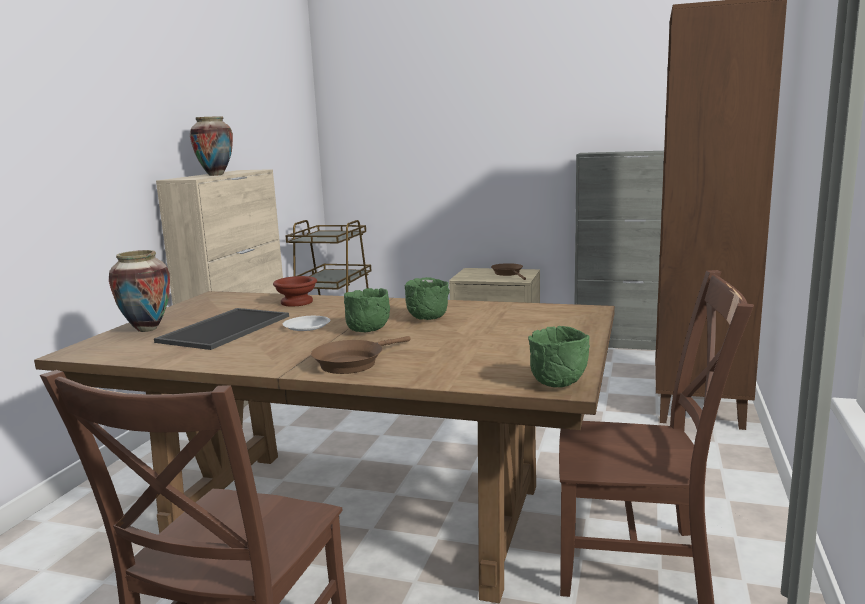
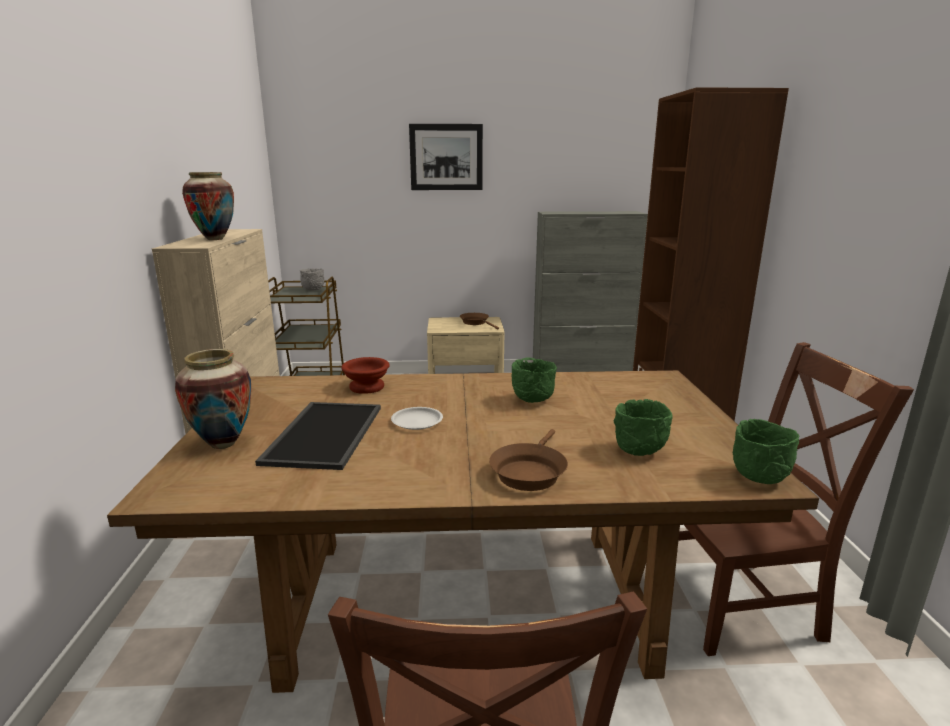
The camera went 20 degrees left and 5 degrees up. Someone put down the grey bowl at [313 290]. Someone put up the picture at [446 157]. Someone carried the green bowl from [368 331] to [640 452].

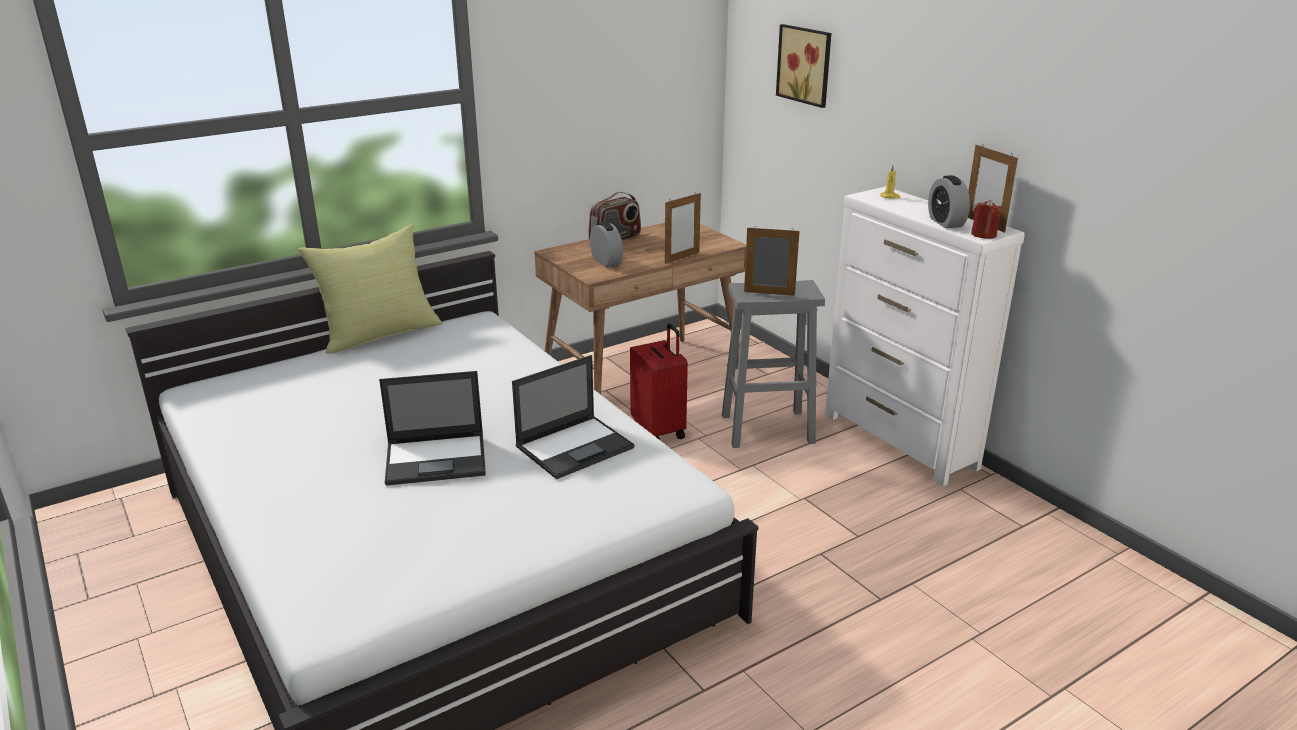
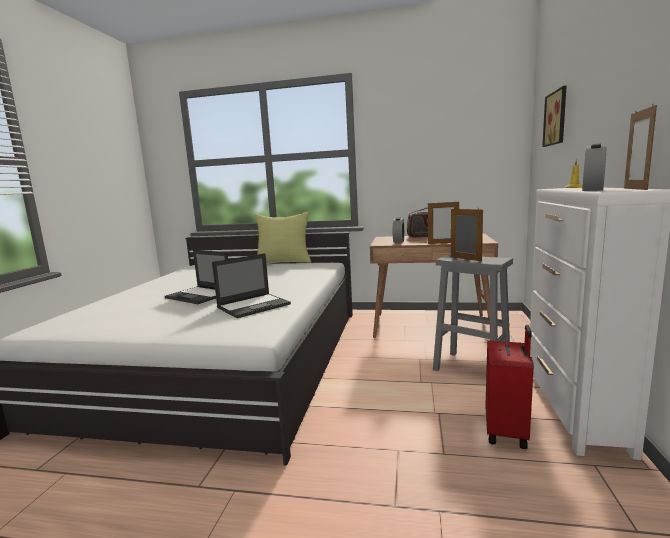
The camera went 45 degrees right and 15 degrees down. Someone rotated the laptop at [575 446] by 45 degrees counterclockwise. Someone carried the red suitcase from [659 430] to [507 432]. Someone took away the red candle at [983 235].

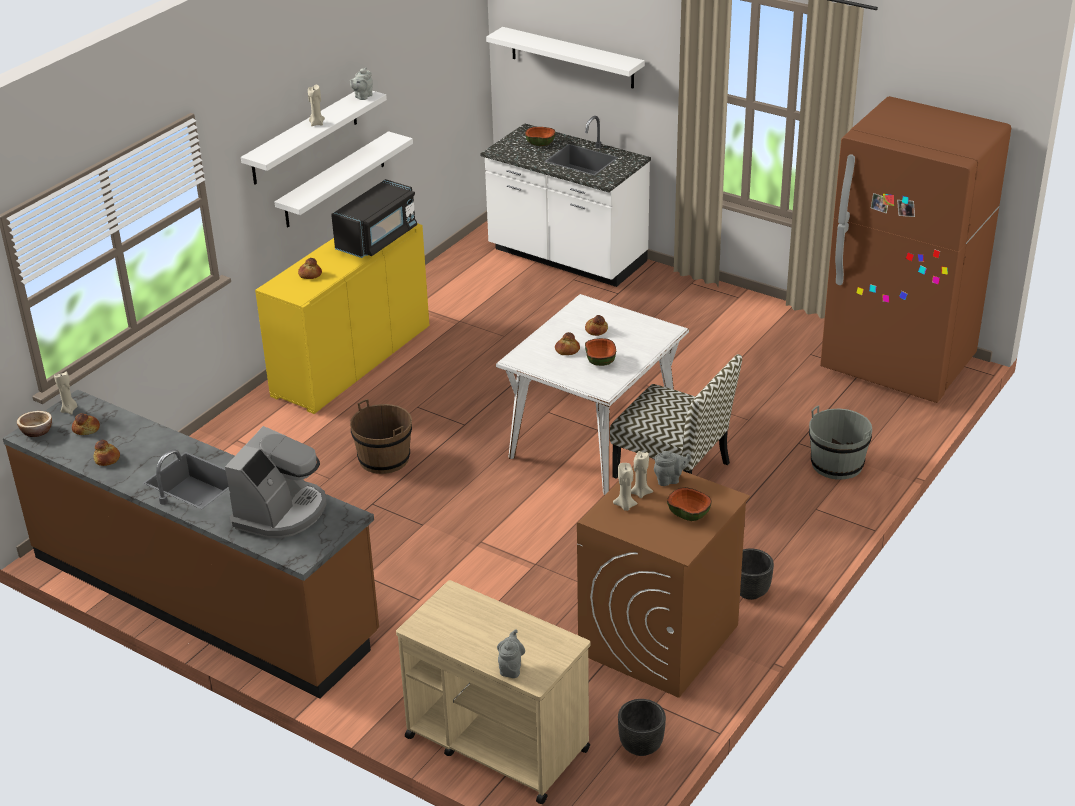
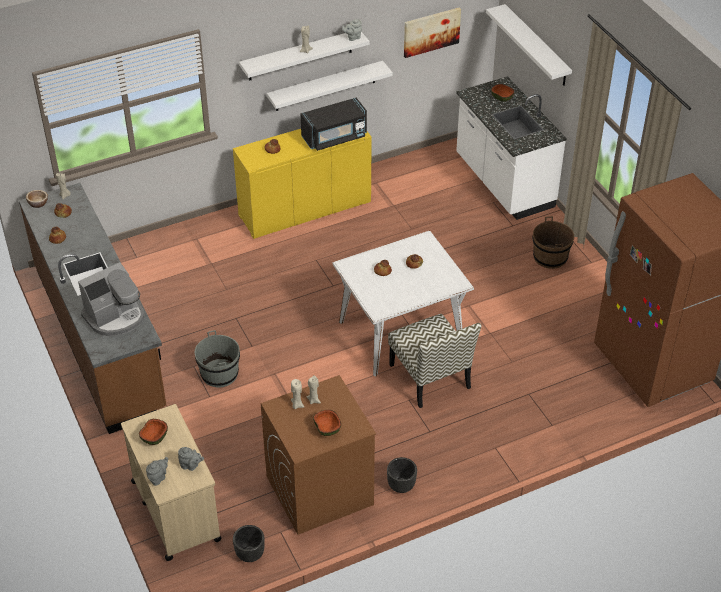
The camera went 30 degrees right and 10 degrees up. Someone carried the bowl from [600 361] to [154 437]. Someone carried the grey teapot from [670 480] to [191 466]. Someone carried the grey bucket from [837 464] to [219 374]. Someone put up the picture at [431 31]. Someone carried the brown bucket from [384 459] to [550 257].

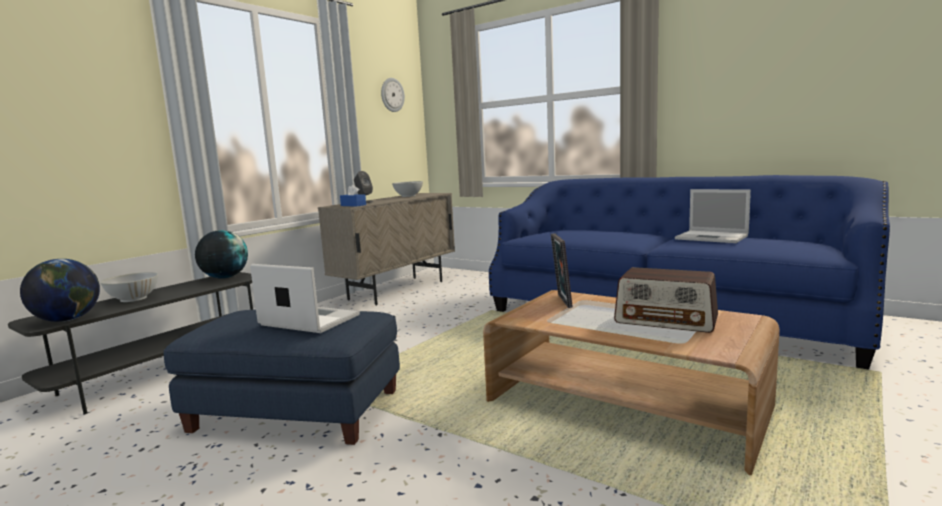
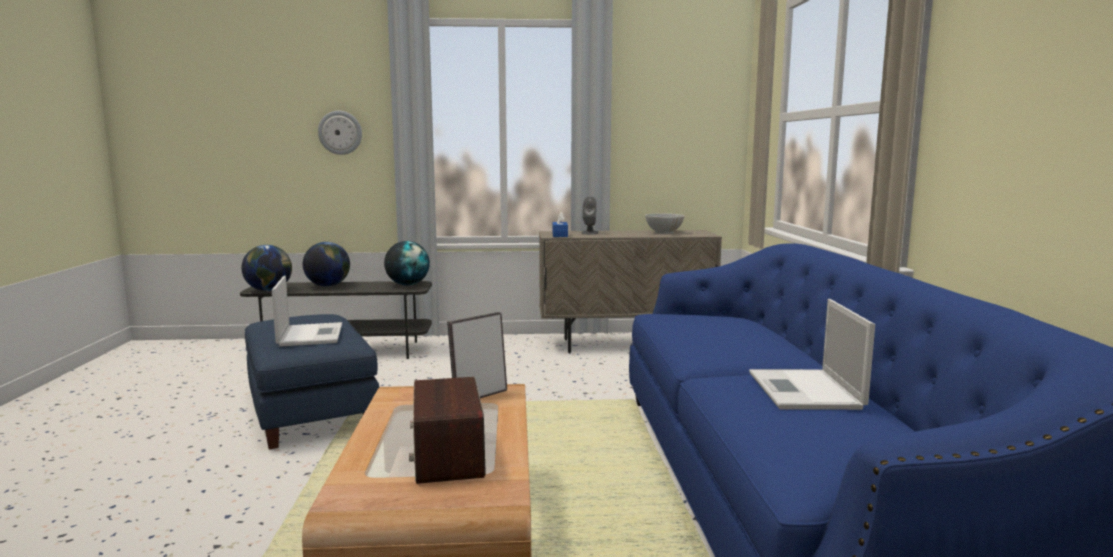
The camera went 50 degrees right and 0 degrees up. Someone swapped the white bowl at [133 299] for the globe at [328 286]. Someone carried the wall clock from [392 95] to [340 132].

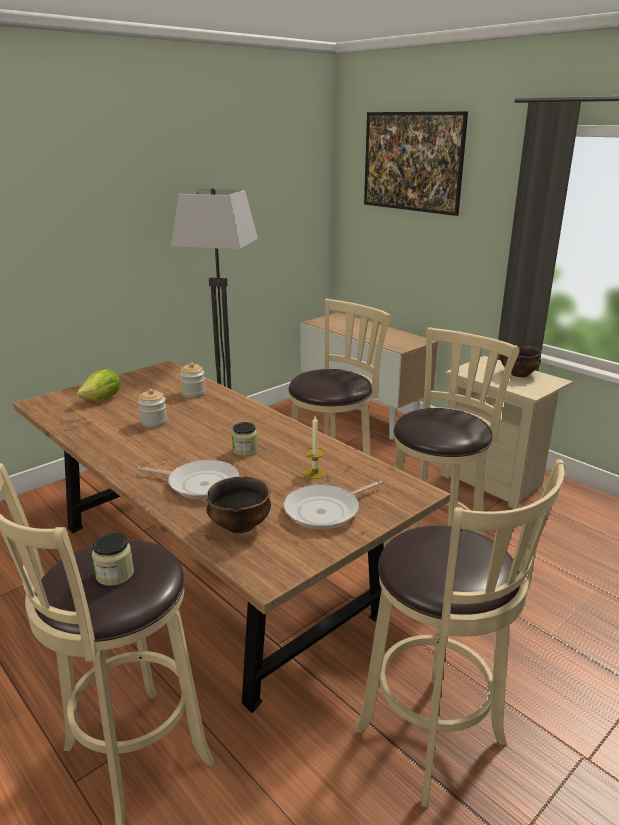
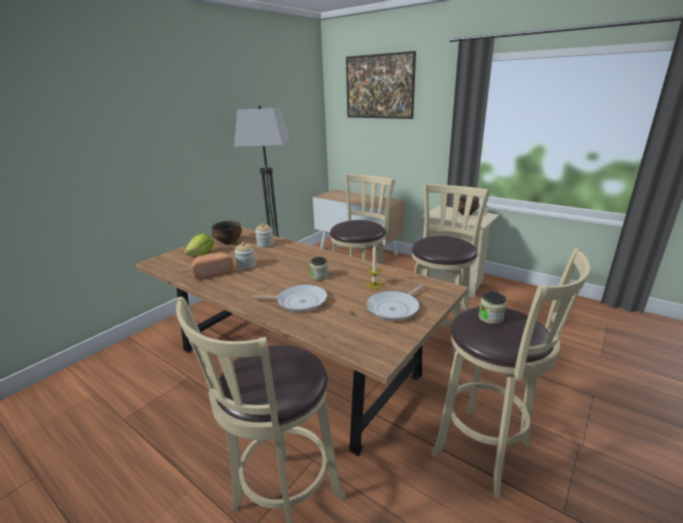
The camera went 10 degrees left and 0 degrees up. Someone put down the bread at [213 273]. Someone carried the bowl from [240 526] to [228 242]. Someone carried the jar from [115 574] to [490 318].

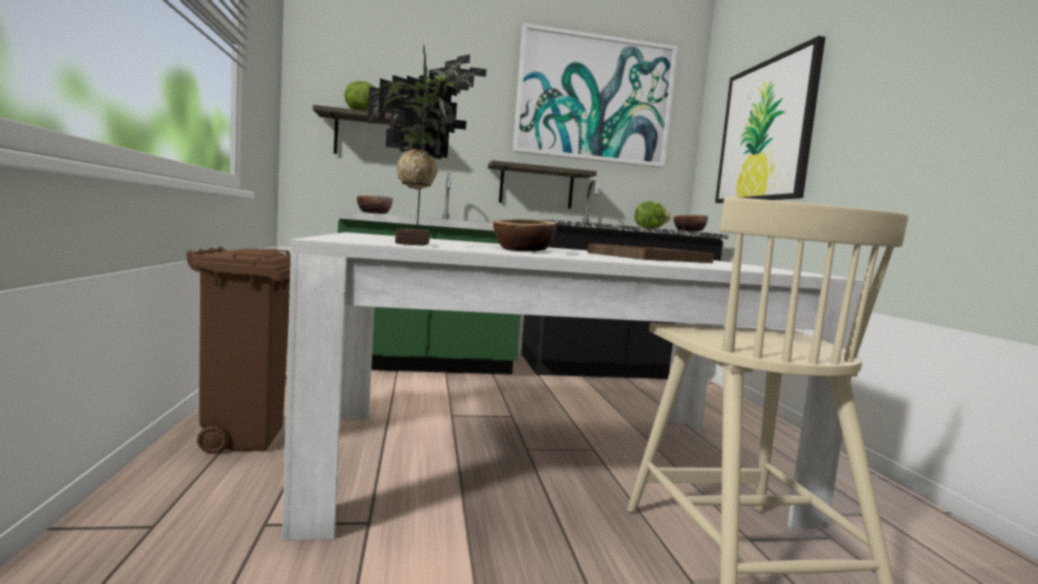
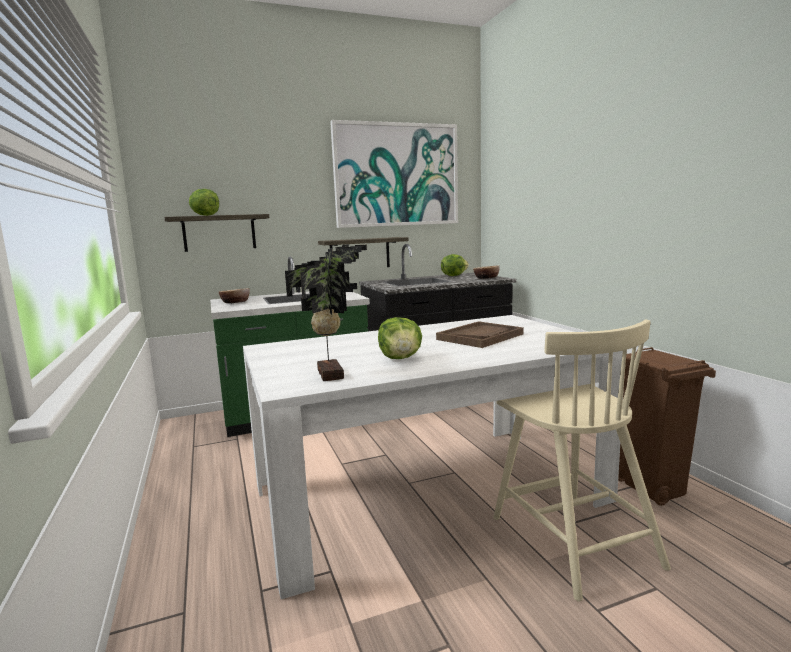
The camera went 10 degrees left and 5 degrees up. Someone swapped the bowl at [522 250] for the lettuce at [401 358]. Someone carried the brown trash can from [245 438] to [650 489]. Someone took away the picture at [765 131].

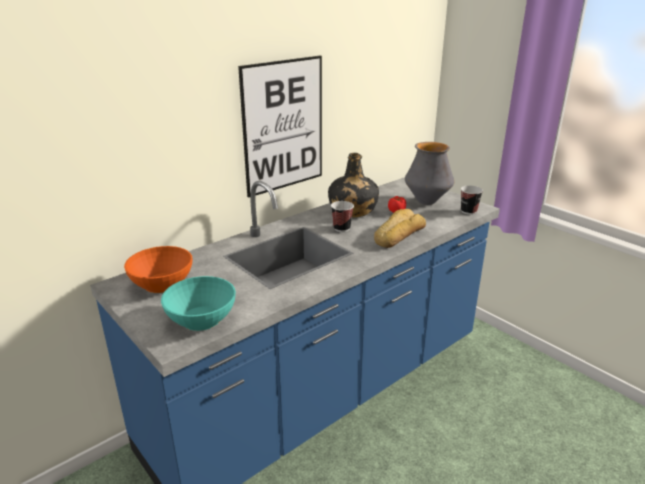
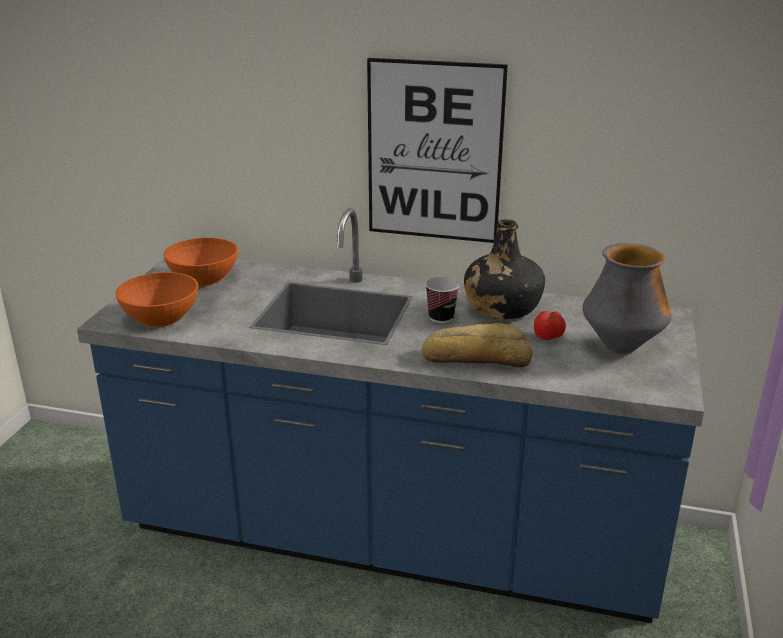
The camera went 55 degrees right and 0 degrees up. Someone repainted the turquoise bowl at [201 319], which became the orange bowl at [160 317]. Someone took away the cup at [468 211].

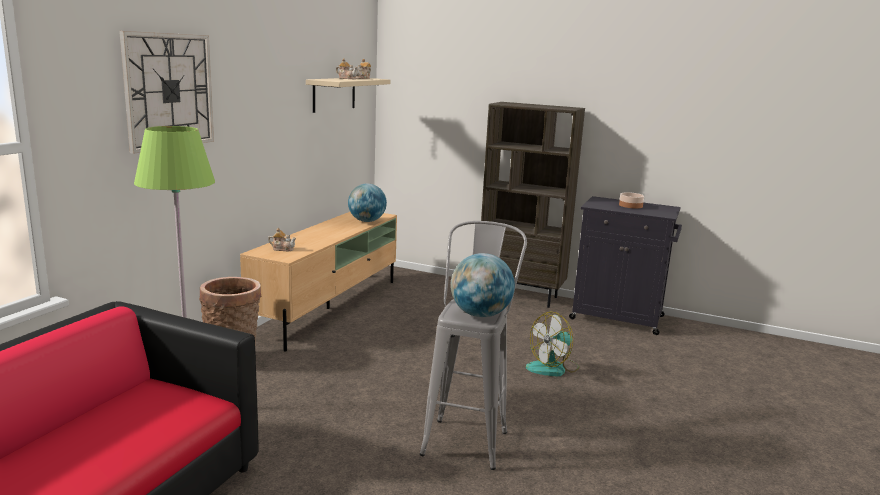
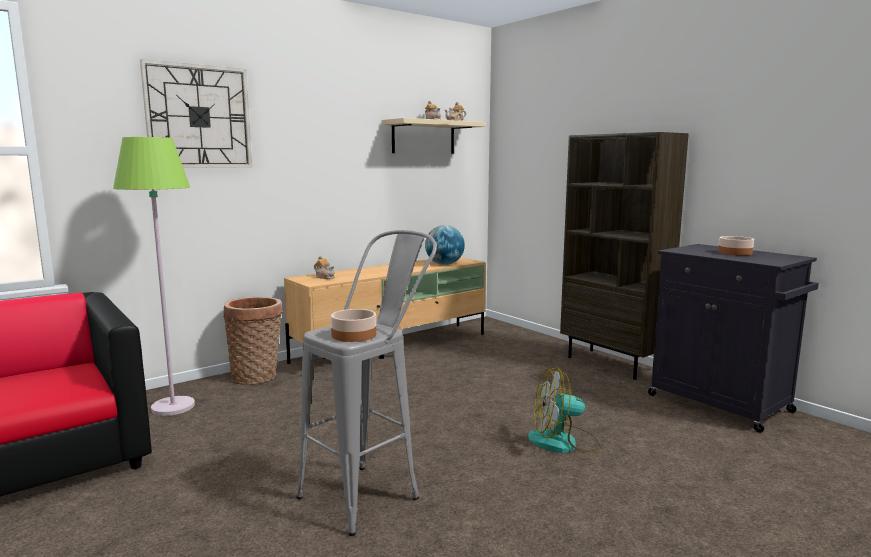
The camera went 30 degrees right and 5 degrees down. Someone swapped the globe at [480 315] for the bowl at [353 335].

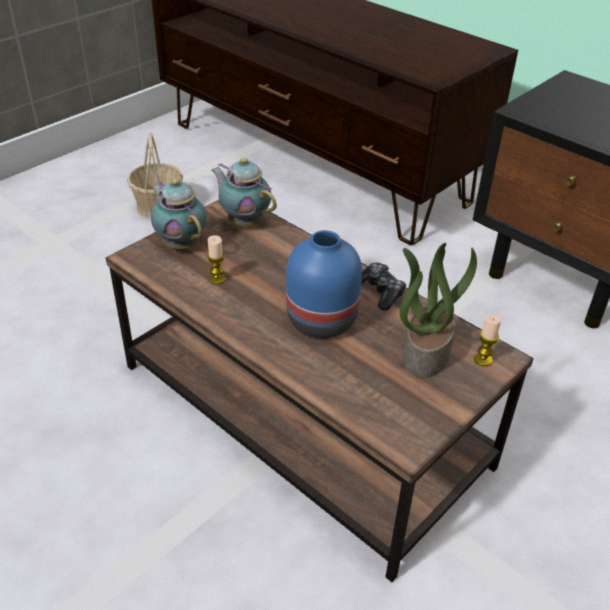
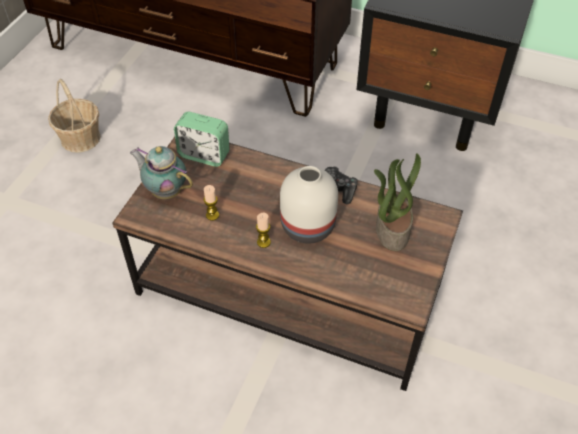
The camera went 20 degrees left and 10 degrees up. Someone swapped the teapot at [244 221] for the alarm clock at [204 155]. Someone carried the candle from [483 359] to [263 242]. Someone repainted the blue vase at [321 319], which became the white vase at [307 225].

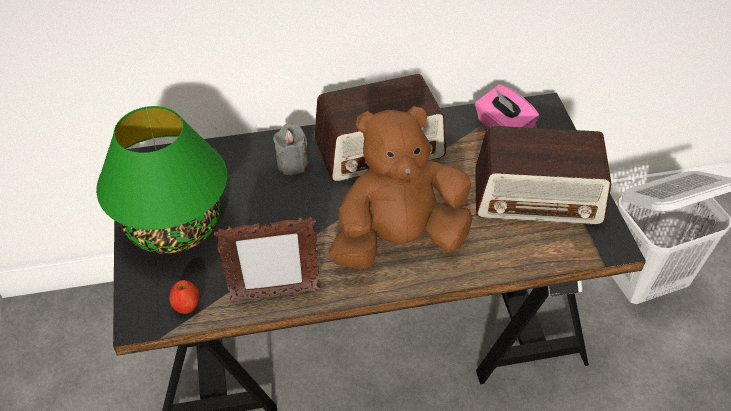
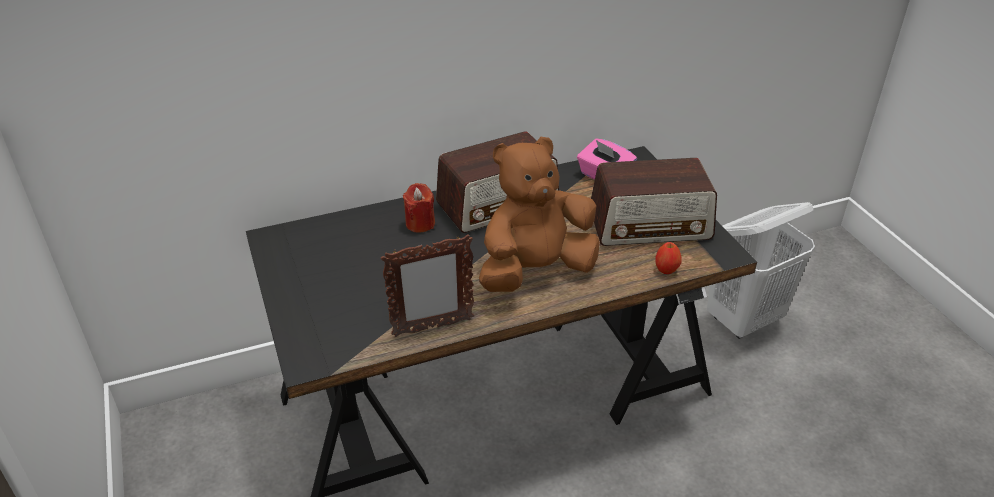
The camera went 10 degrees left and 10 degrees down. Someone repainted the grey candle at [292 164], which became the red candle at [420 223]. Someone carried the apple from [187 306] to [666 269]. Someone took away the green table lamp at [175 225].

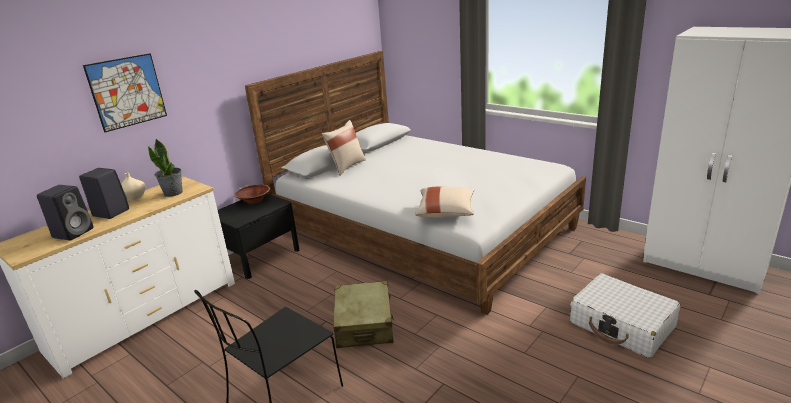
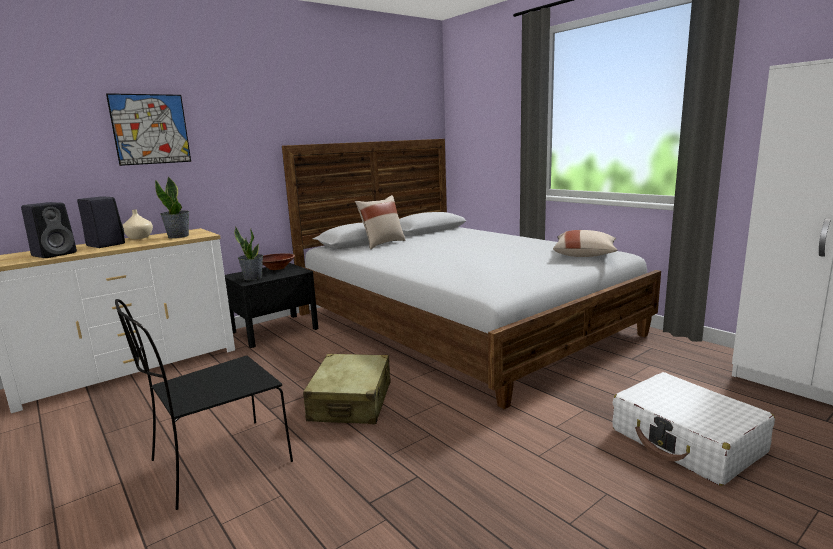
The camera went 10 degrees right and 10 degrees down. Someone put down the potted plant at [253 278]. Someone carried the beige pillow from [446 212] to [584 255].

